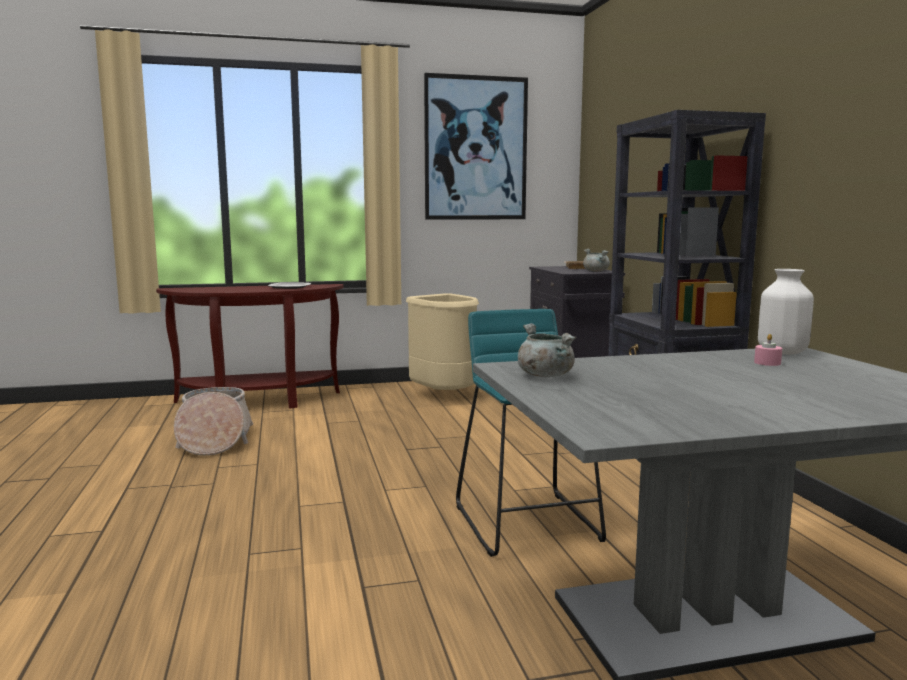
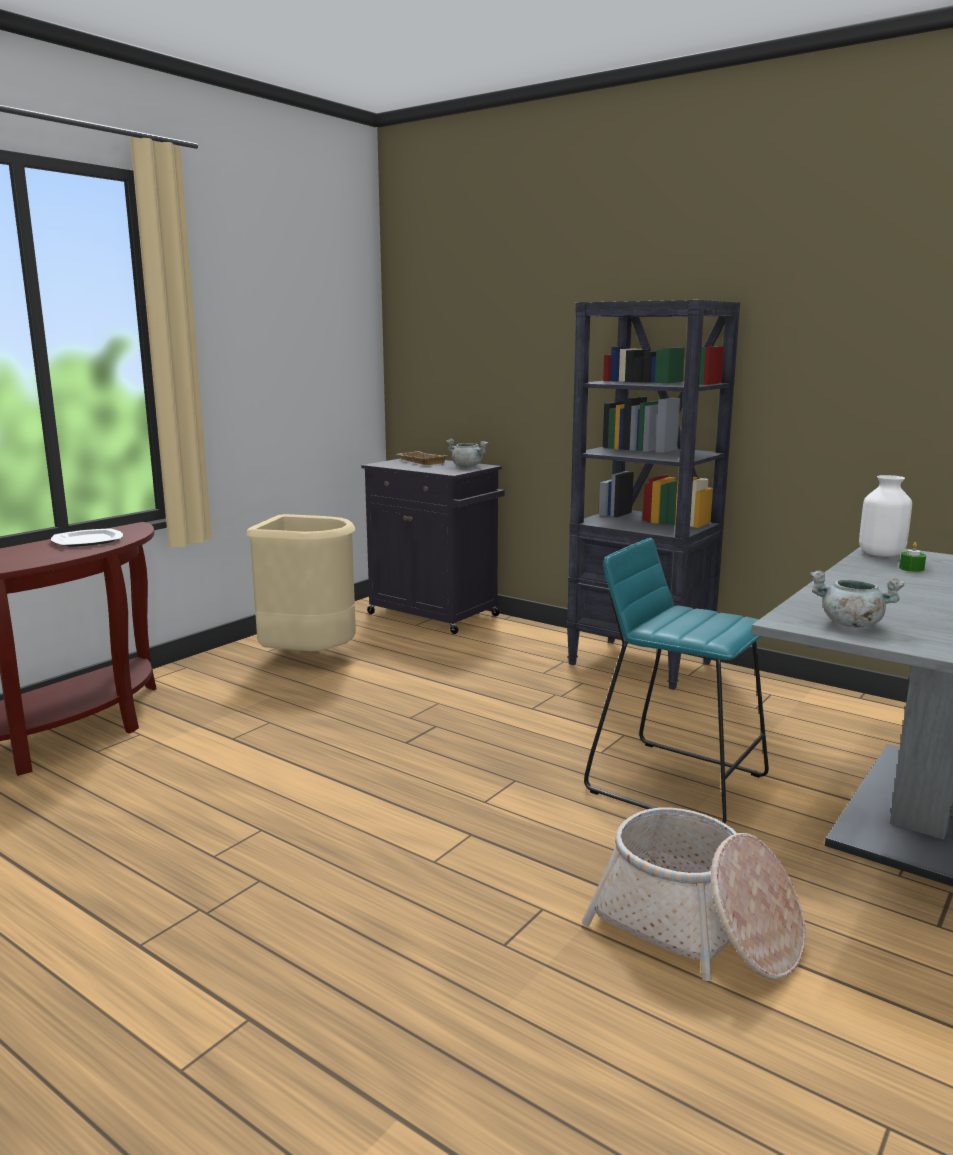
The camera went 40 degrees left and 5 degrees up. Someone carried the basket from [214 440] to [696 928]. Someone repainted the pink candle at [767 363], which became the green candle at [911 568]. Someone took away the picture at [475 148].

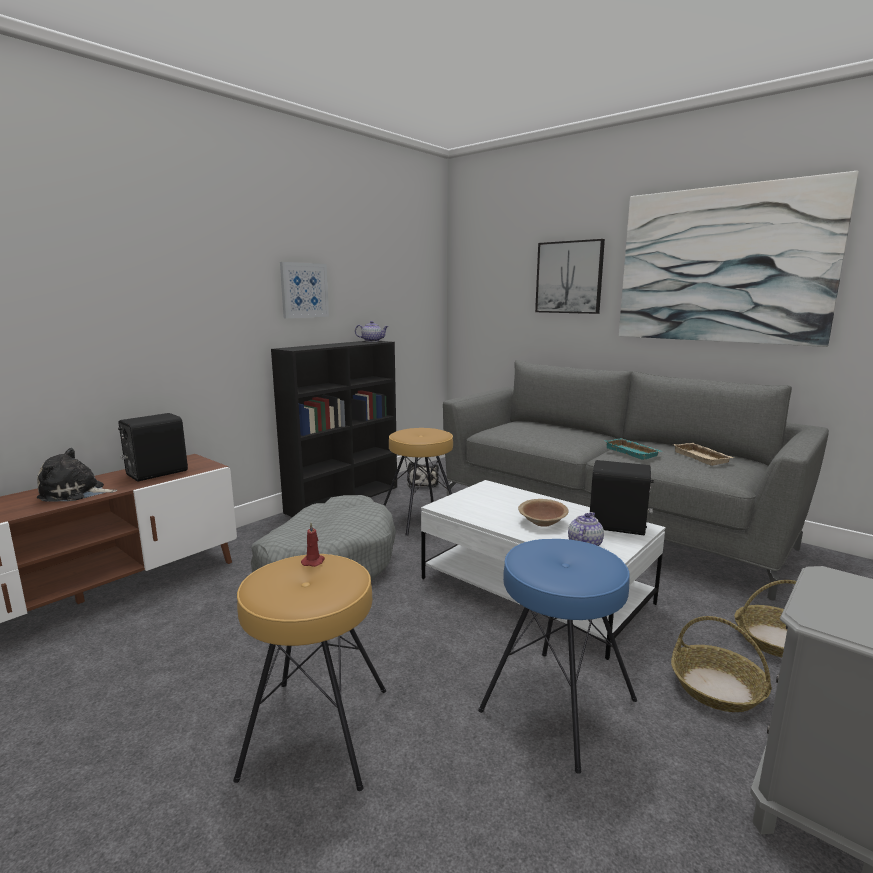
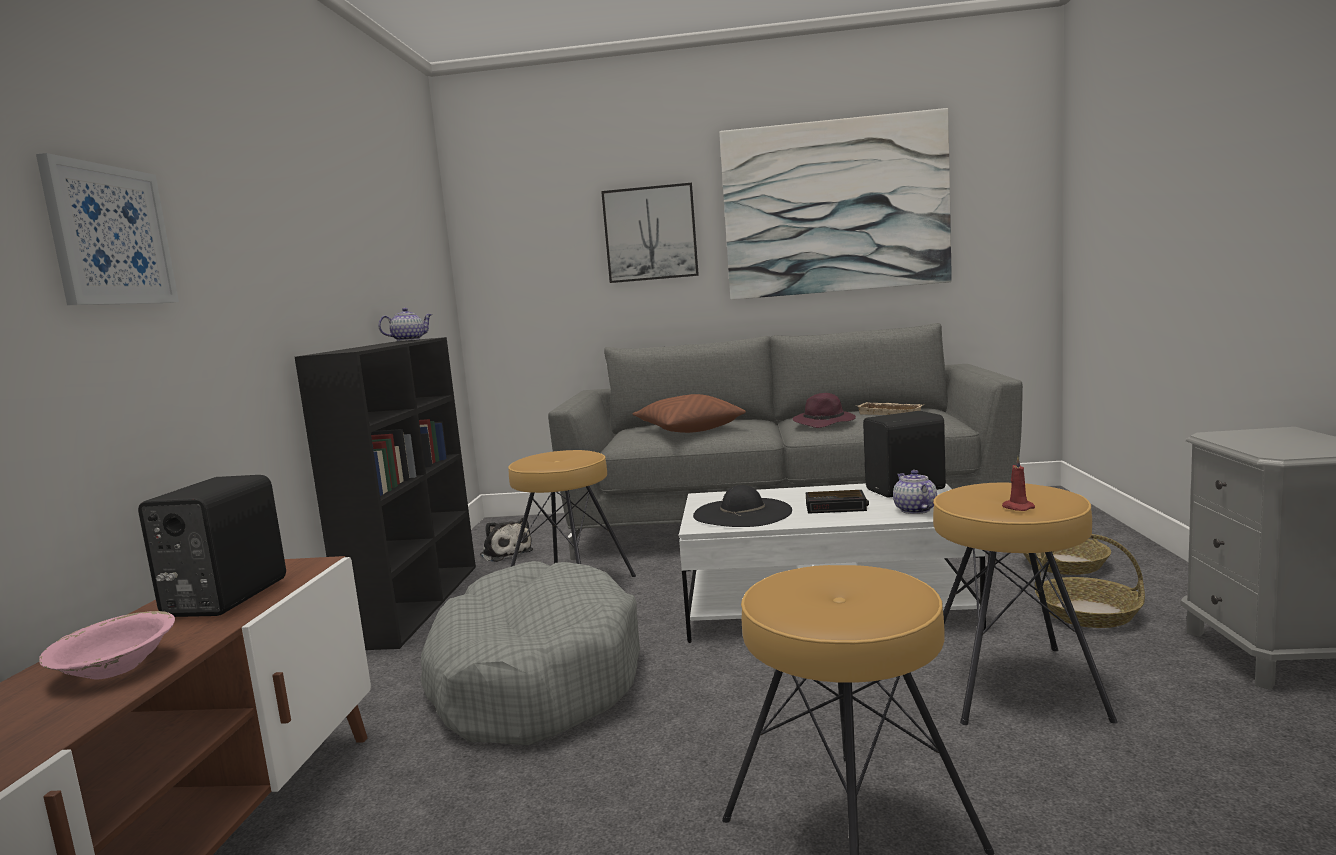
The camera went 35 degrees left and 5 degrees down. Someone carried the picture from [304 290] to [109 235]. Someone swapped the plush toy at [75 493] for the pink bowl at [115 668]. Someone put down the brown pillow at [688 429]. Someone put down the black hat at [742 513]. Someone swapped the turquoise tray at [633 452] for the purple hat at [825 422]. Someone swapped the brown bowl at [542 522] for the alarm clock at [837 507]. Someone repainted the blue stool at [557 704], which became the brown stool at [1011 684]. Someone carried the red candle from [313 561] to [1016 507].

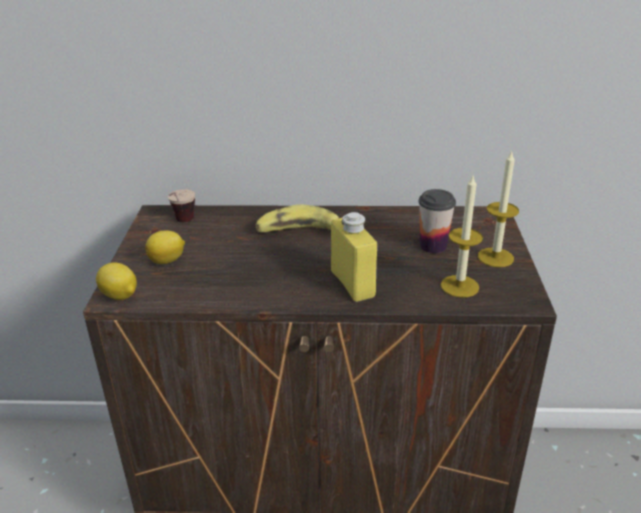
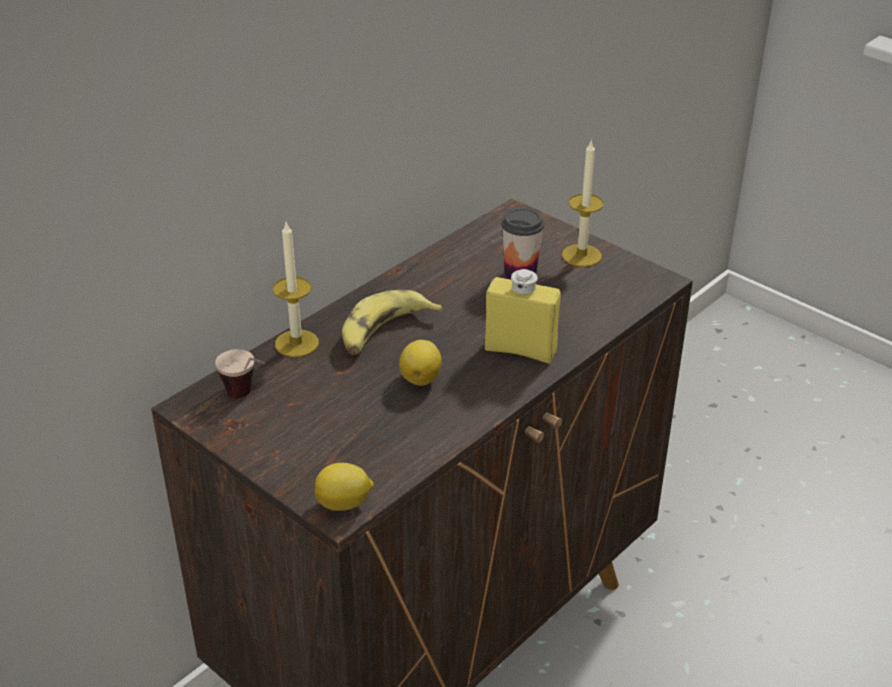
The camera went 50 degrees left and 5 degrees up. Someone carried the candle from [459 286] to [296 343]. Someone carried the lemon from [168 260] to [421 378].

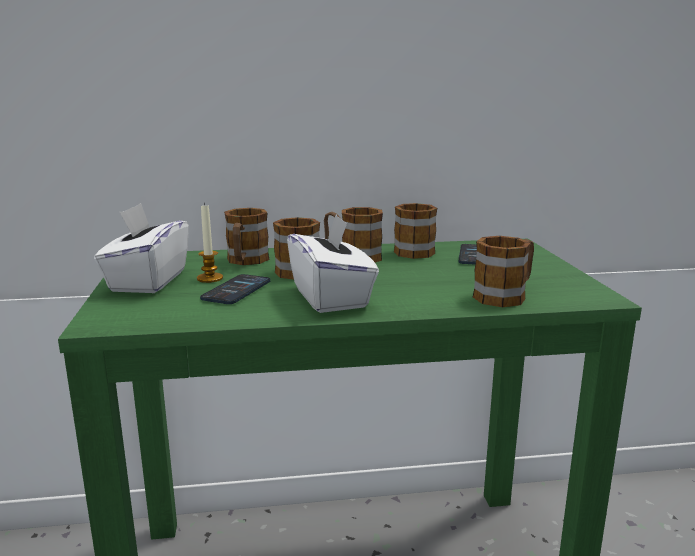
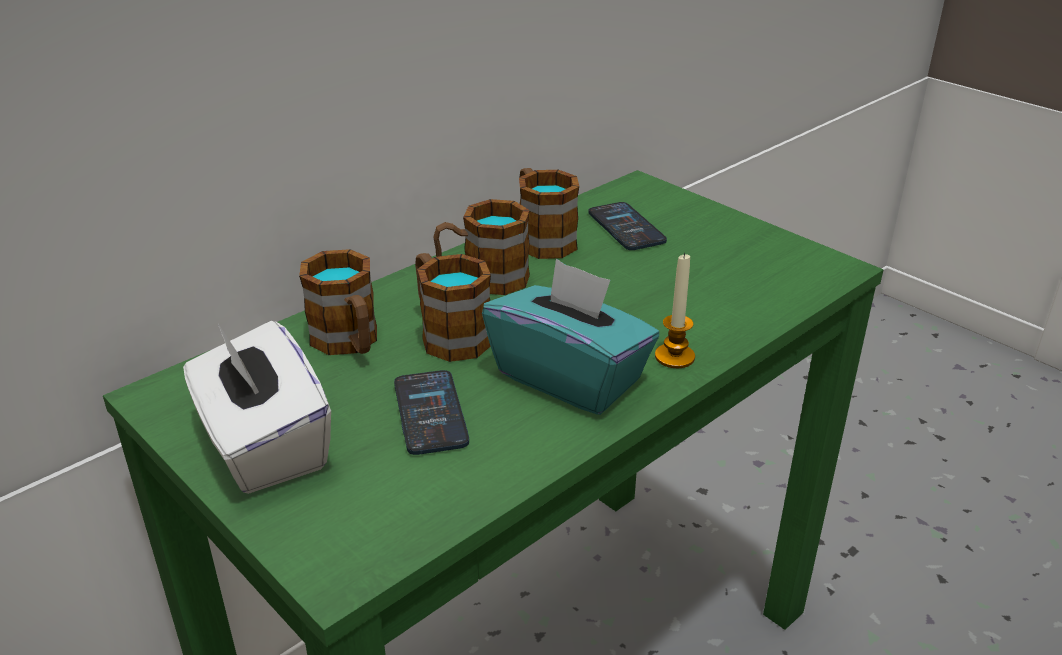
The camera went 35 degrees left and 15 degrees up. Someone repainted the white tissue box at [331 297], which became the turquoise tissue box at [570 377]. Someone carried the candle from [210 278] to [674 357]. Someone took away the mug at [506 295].

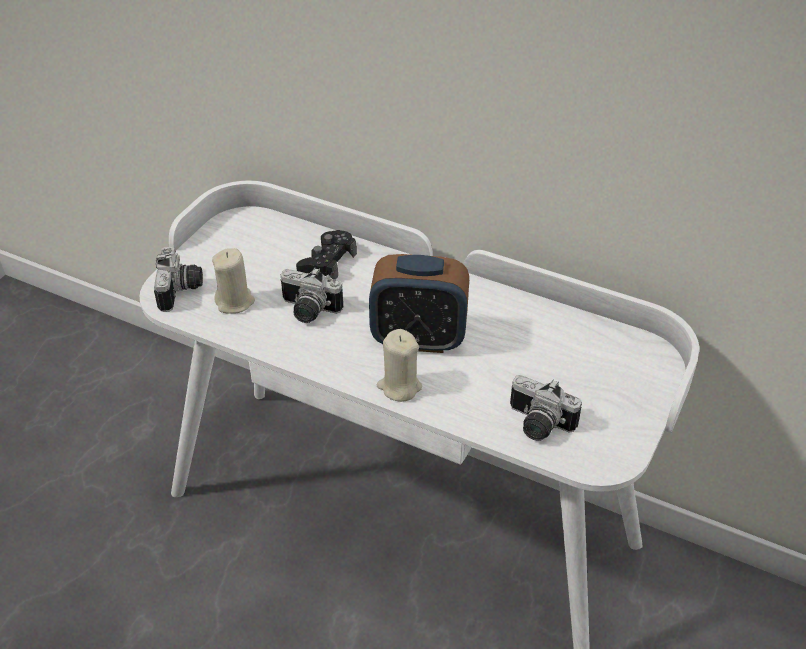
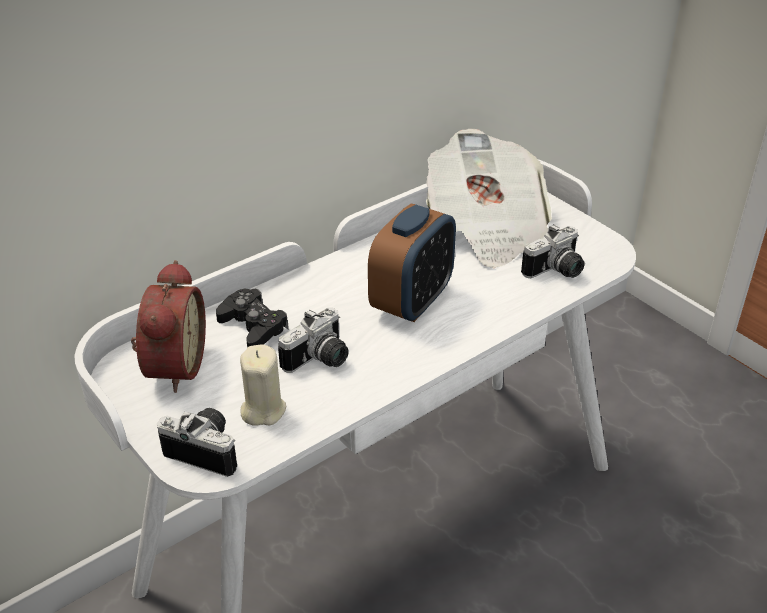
The camera went 65 degrees left and 5 degrees down. Someone put down the alarm clock at [172 367]. Someone put down the newspaper at [487 228]. Someone took away the beige candle at [399 386].

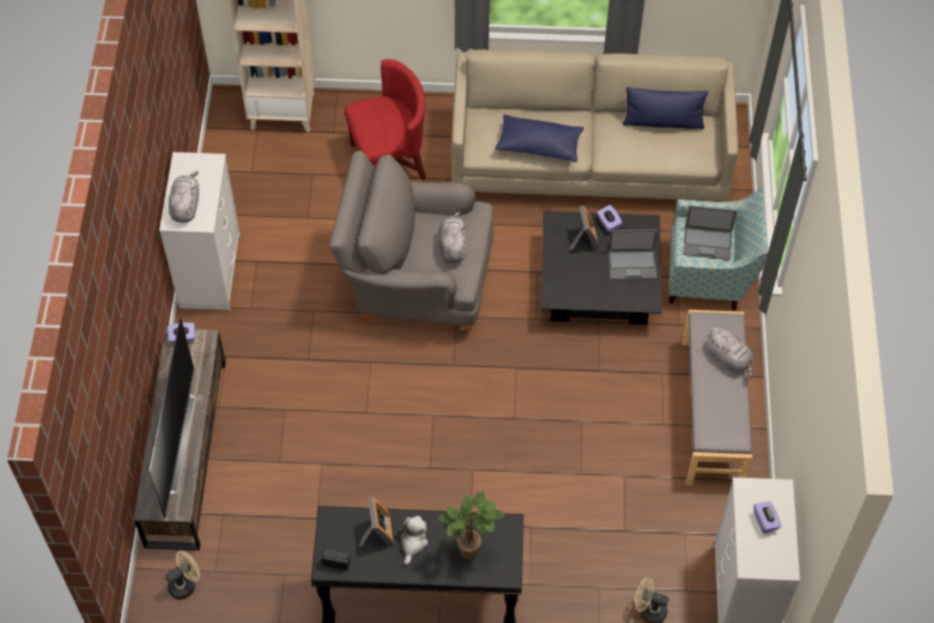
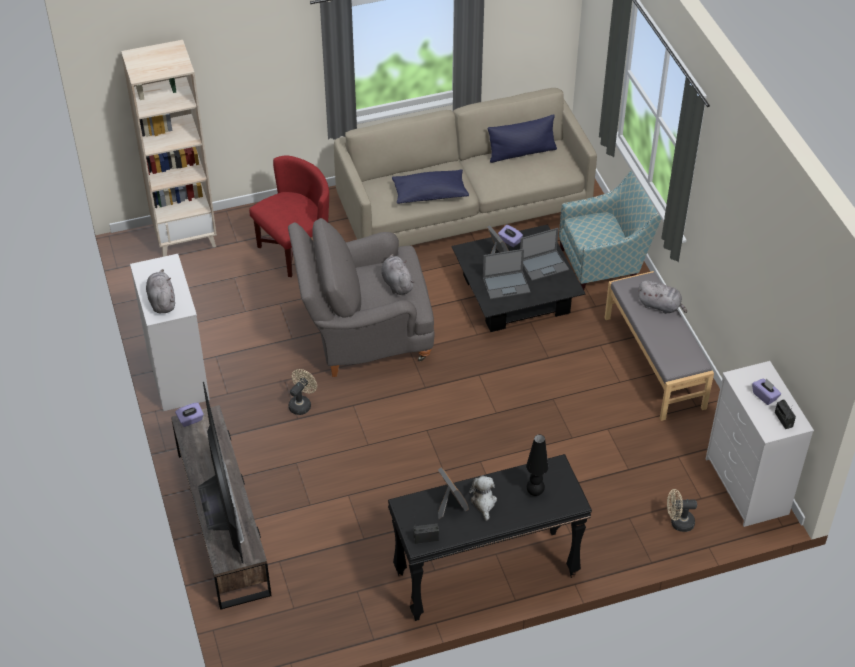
The camera went 20 degrees left and 10 degrees down. Someone carried the beige fan from [185 584] to [302 404]. Someone carried the laptop from [708 243] to [506 285]. Someone swapped the potted plant at [471 548] for the black table lamp at [535 492]. Someone put down the radio at [783 419].

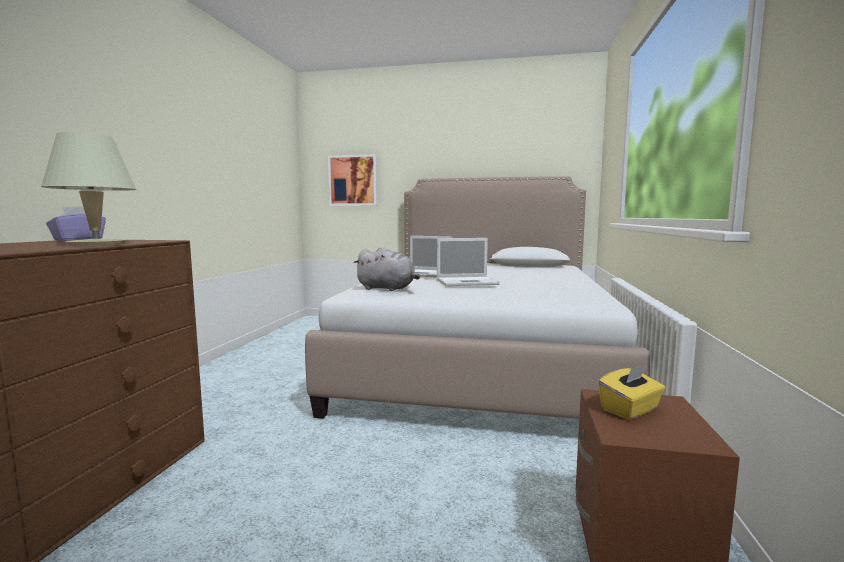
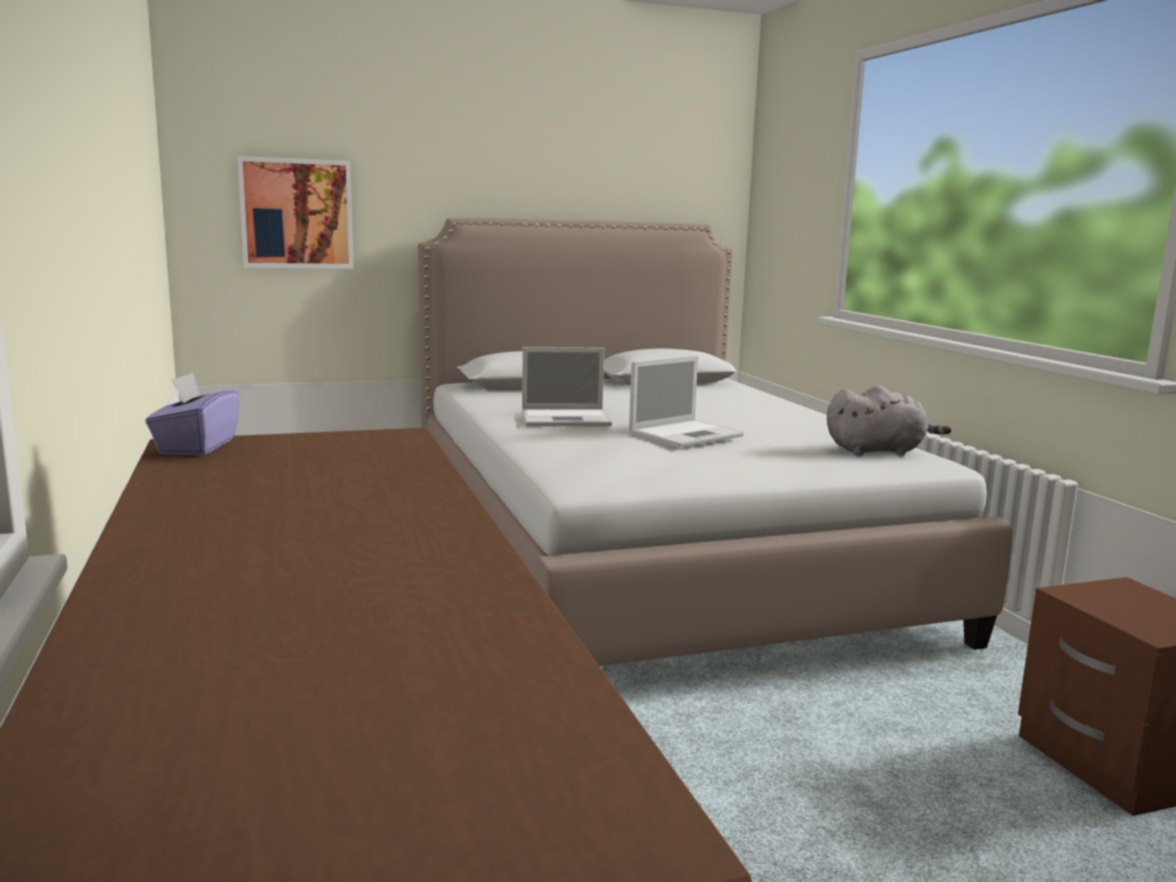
The camera went 30 degrees left and 5 degrees up. Someone carried the grey plush toy from [388 289] to [878 451]. Someone took away the beige table lamp at [96 244]. Someone took away the yellow tissue box at [630 410].

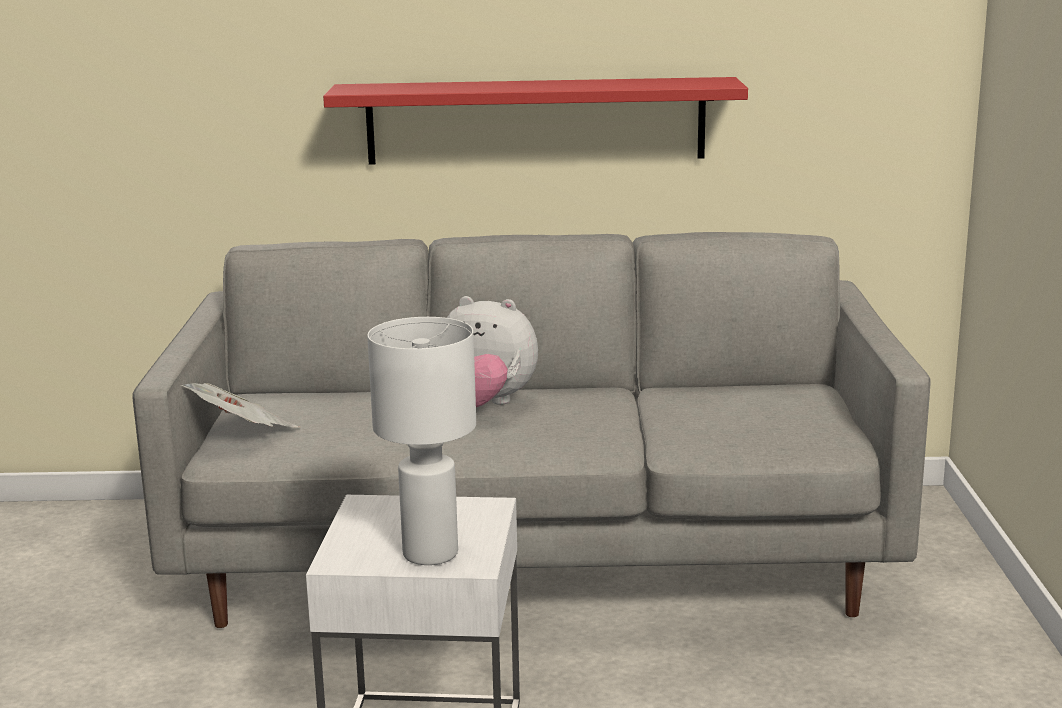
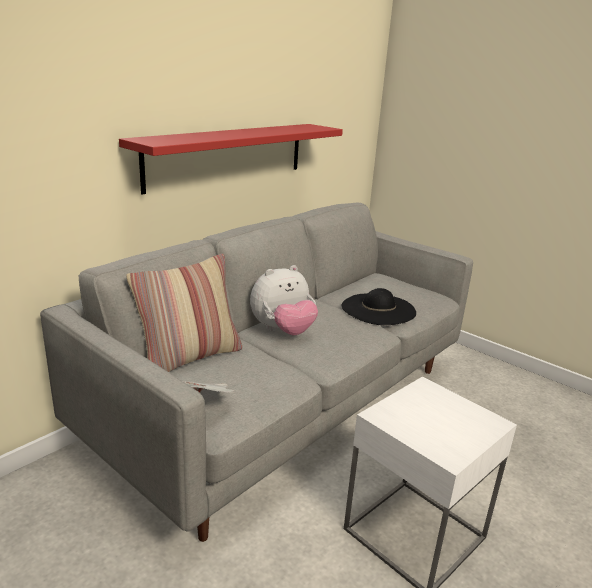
The camera went 50 degrees left and 5 degrees up. Someone put down the pillow at [189 358]. Someone put down the black hat at [378 309]. Someone took away the white table lamp at [430 553].

